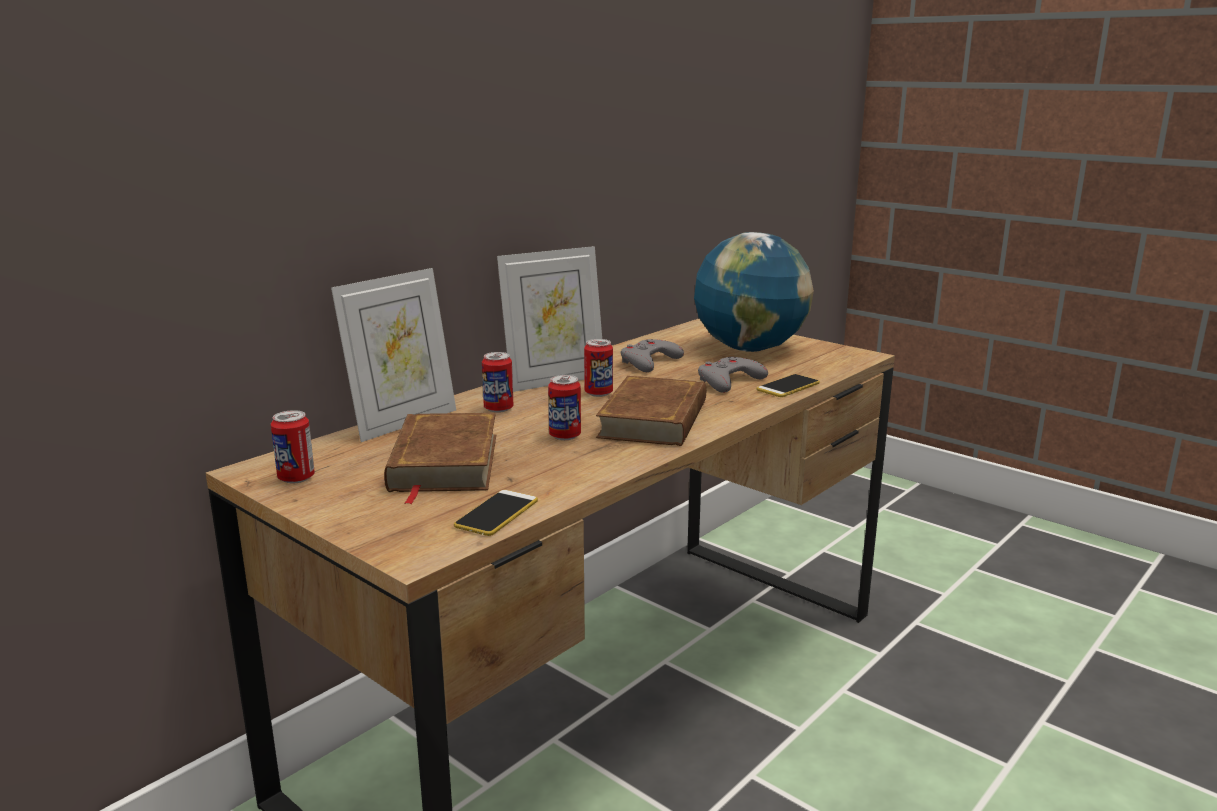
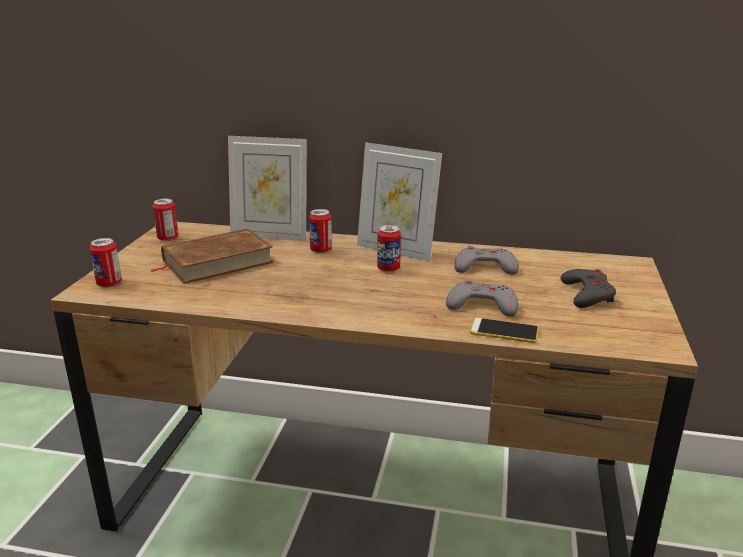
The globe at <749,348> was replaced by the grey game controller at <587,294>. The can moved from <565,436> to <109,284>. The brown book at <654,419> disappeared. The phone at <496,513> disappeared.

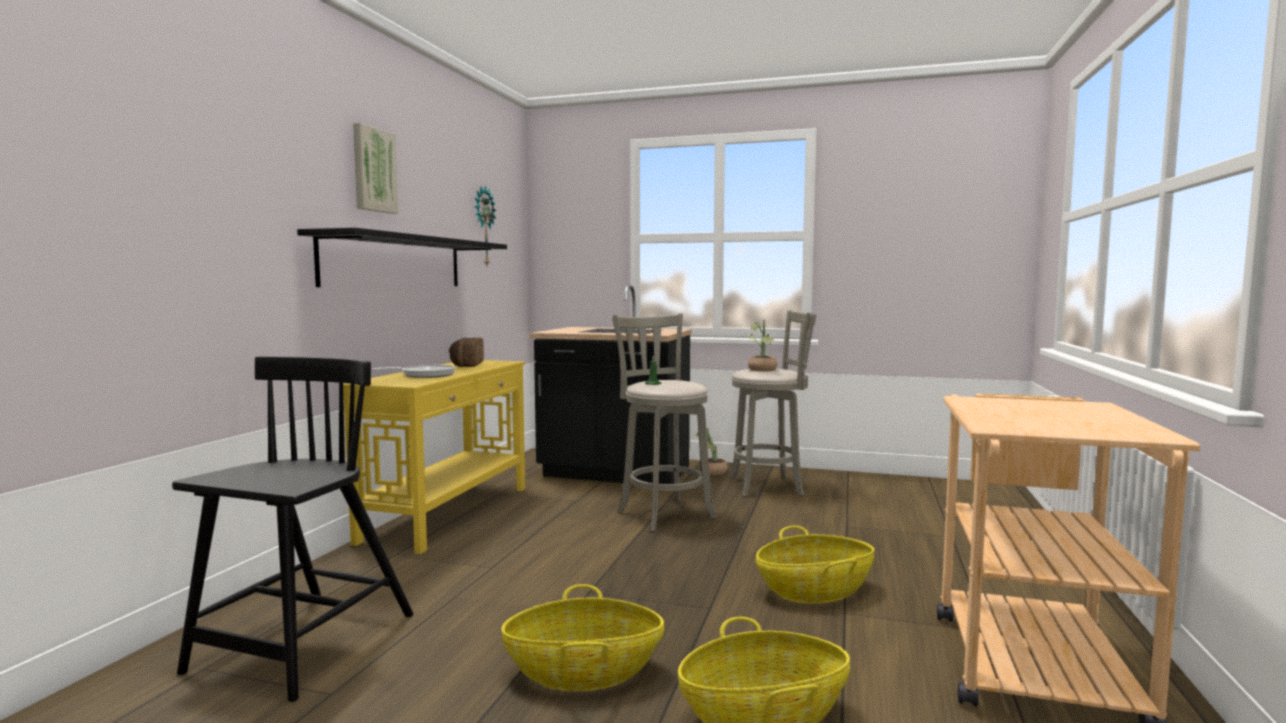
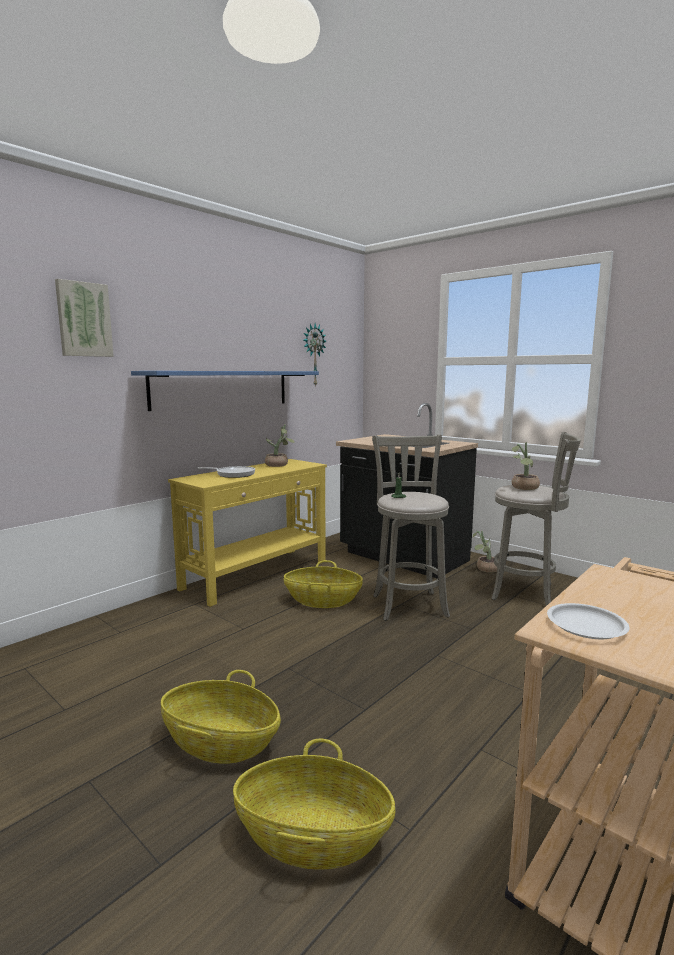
The picture moved from <373,170> to <84,319>. The black shelf at <395,262> became the blue shelf at <222,389>. The bread at <465,365> was replaced by the potted plant at <279,465>. The black chair at <302,645> disappeared. The basket moved from <814,590> to <322,600>. The white plate at <587,626> appeared.

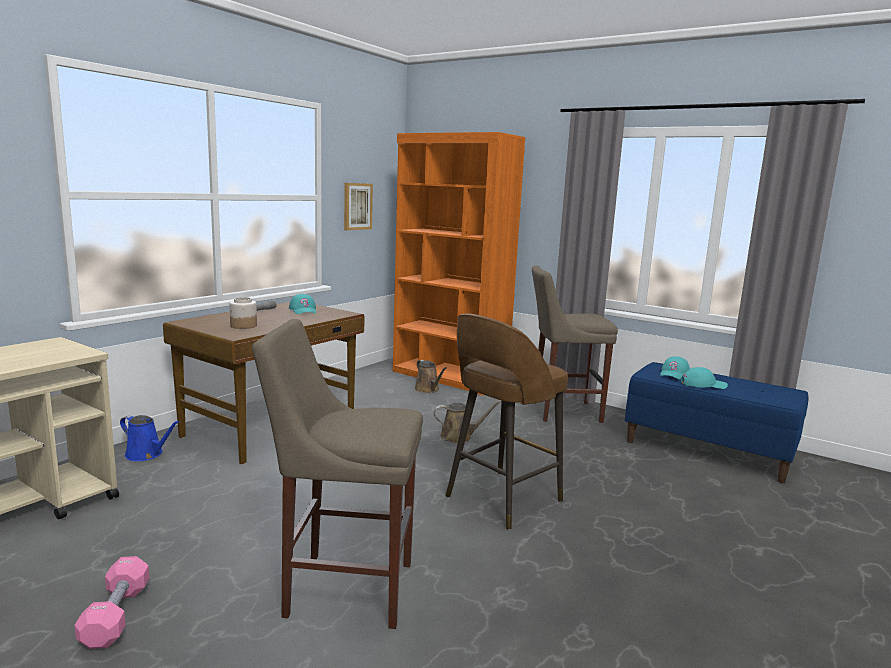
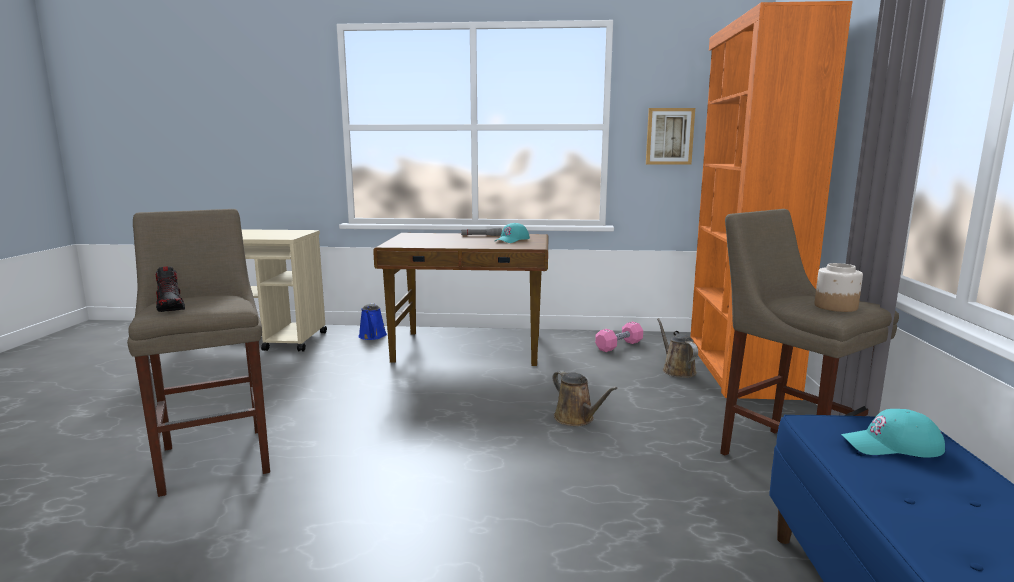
The jar moved from <243,326> to <835,307>. The brown stool at <501,499> disappeared. The brown watering can at <428,389> turned 135 degrees clockwise. The turquoise cap at <703,384> disappeared. The pink dumbbell moved from <116,616> to <619,346>. The shoe at <171,307> appeared.

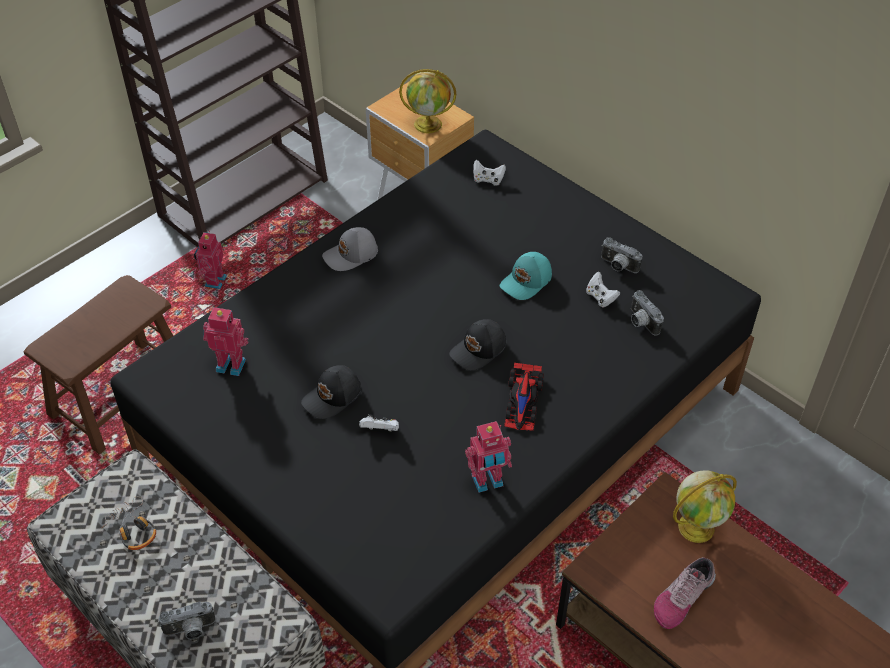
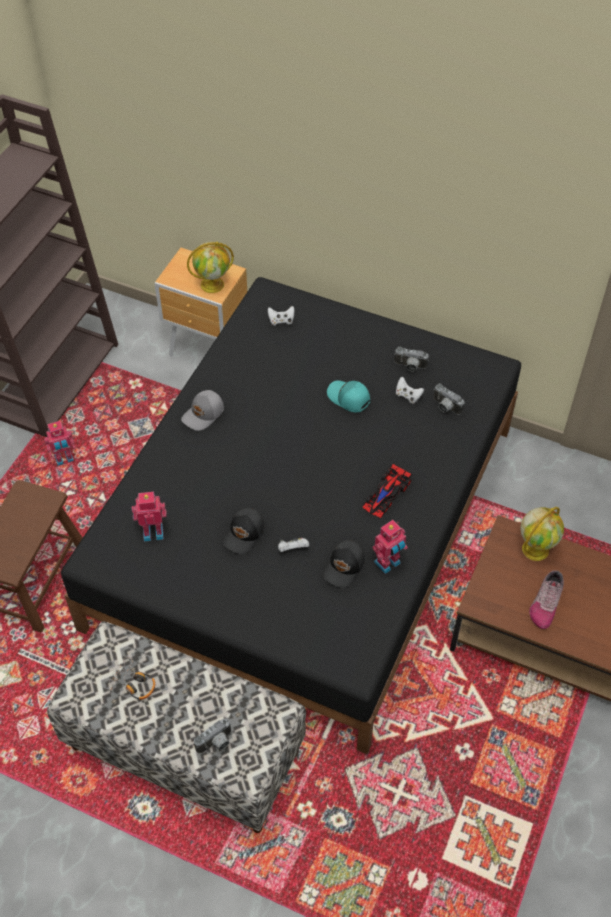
The toy robot at <214,281> turned 105 degrees counterclockwise. The turquoise cap at <527,282> turned 105 degrees clockwise. The black cap moved from <479,350> to <345,567>. The toy car at <523,400> turned 45 degrees clockwise.

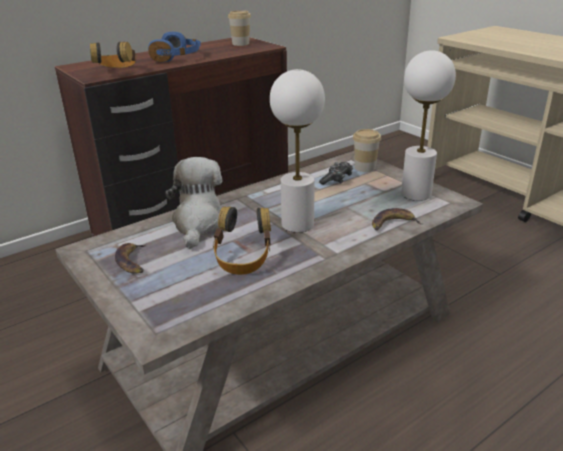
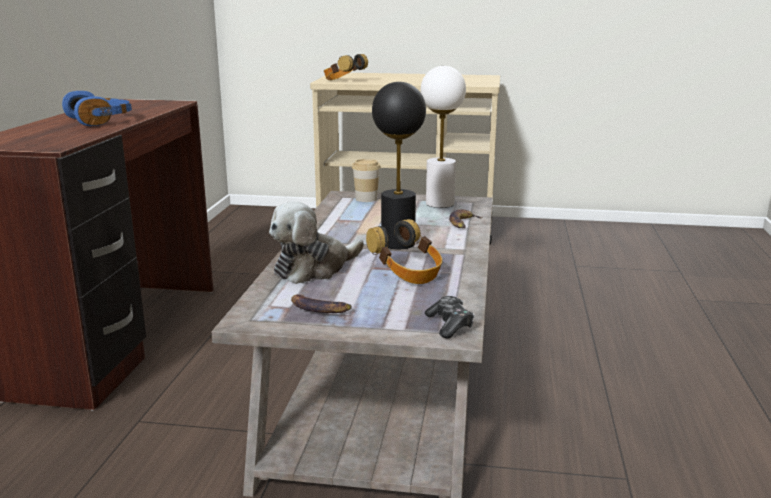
The cup at <240,43> disappeared. The headphones moved from <117,73> to <343,81>. The white table lamp at <297,224> became the black table lamp at <397,243>. The plush toy at <199,223> turned 90 degrees counterclockwise. The game controller moved from <337,179> to <449,325>.

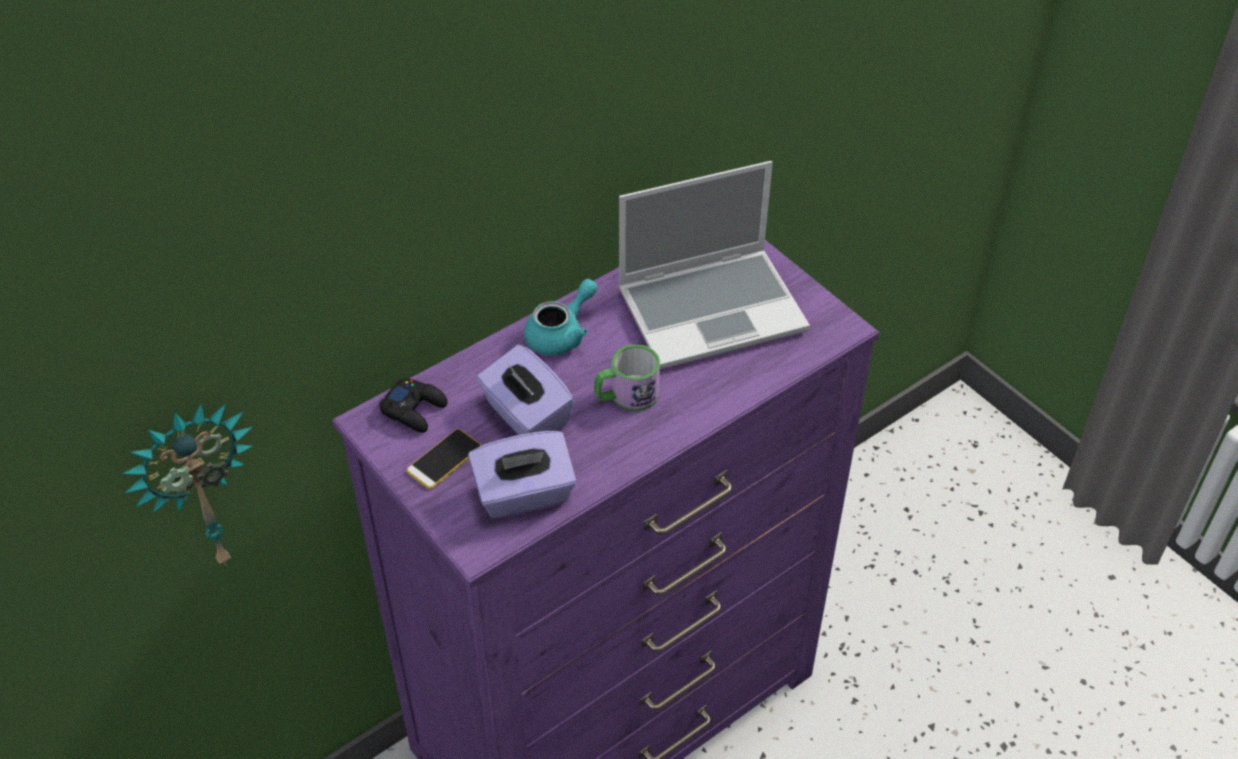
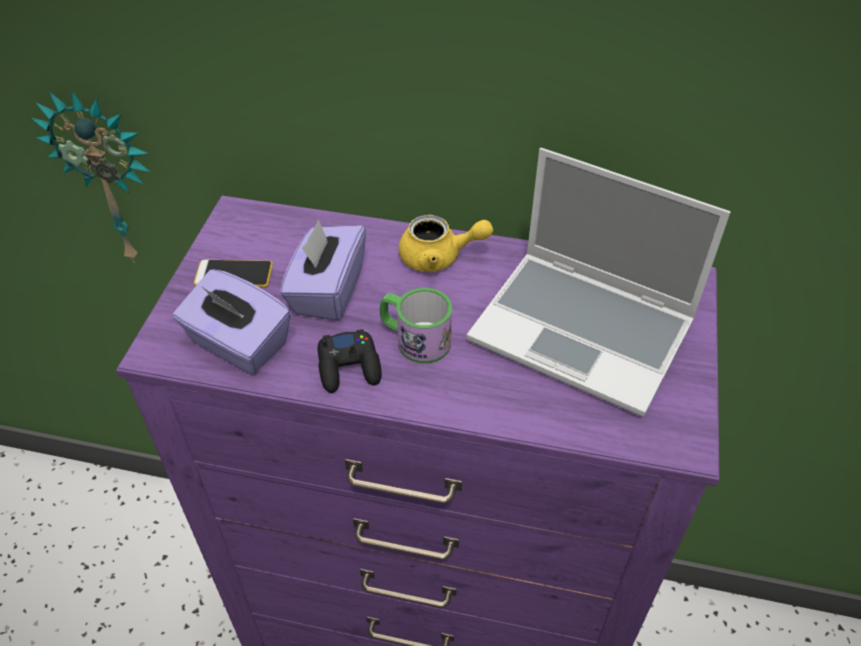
The turquoise teapot at <561,334> became the yellow teapot at <439,257>. The black game controller moved from <414,409> to <349,367>.

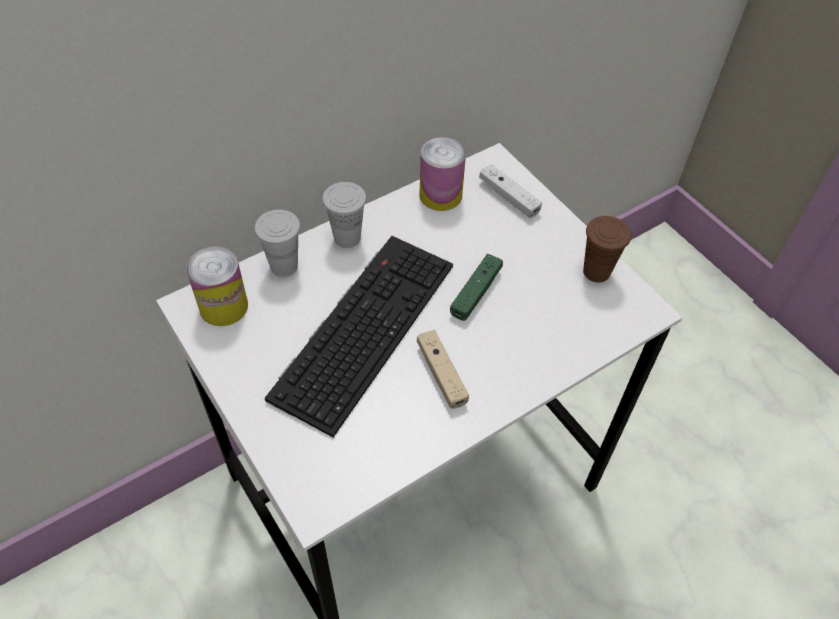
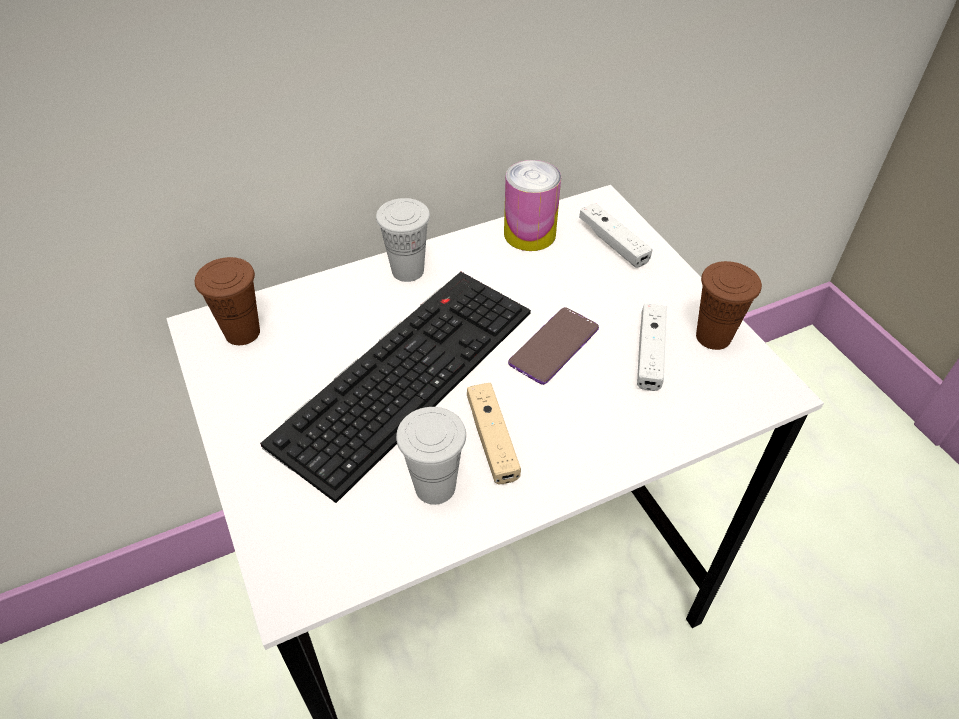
The white cup moved from <284,266> to <435,487>. The can at <223,306> was replaced by the brown cup at <242,332>. The green game controller at <476,292> was replaced by the phone at <554,346>. The white game controller at <650,354> appeared.

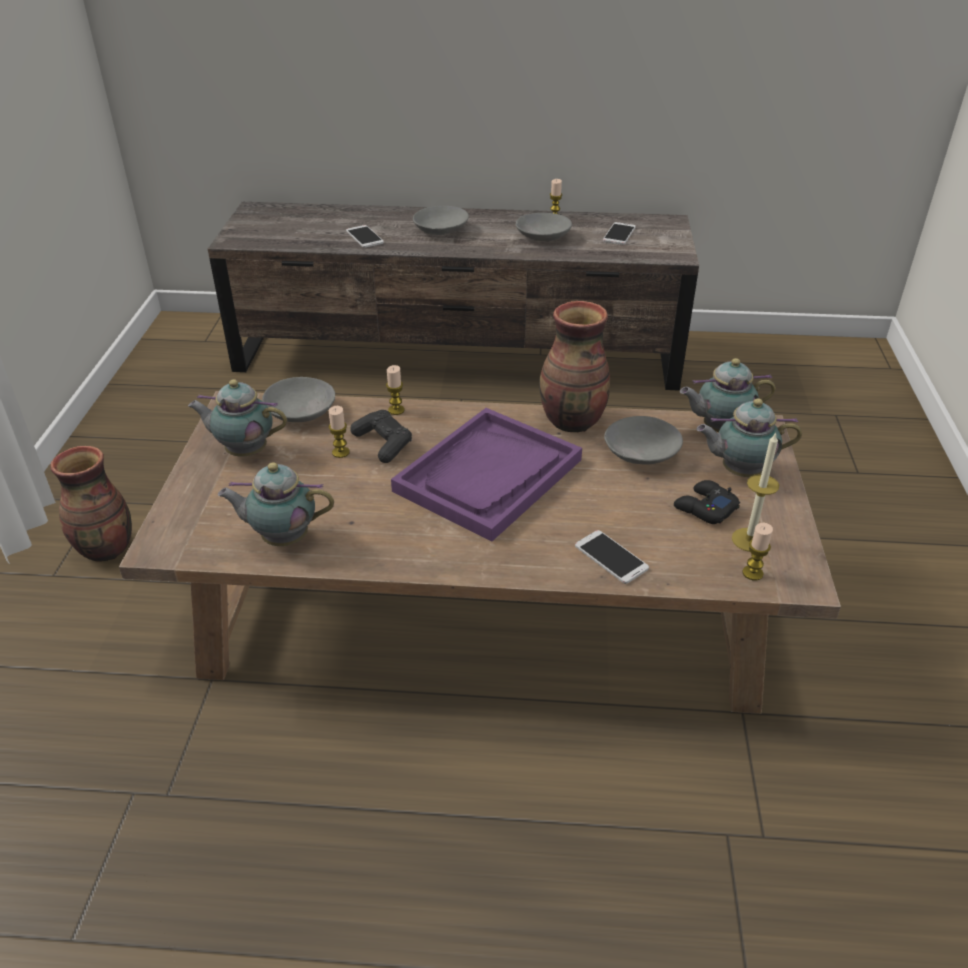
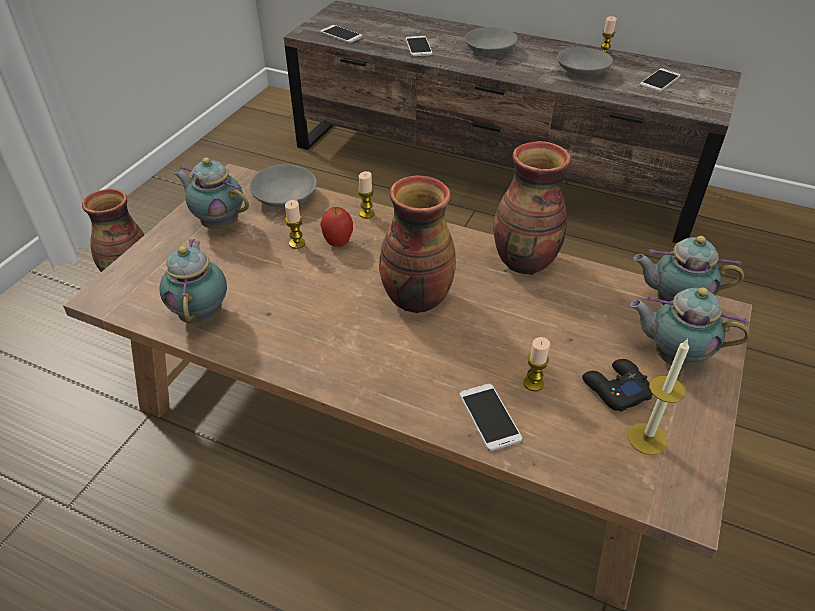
The purple tray at <488,476> was replaced by the vase at <415,298>. The black game controller at <383,443> was replaced by the apple at <338,243>. The grey bowl at <640,453> disappeared. The teapot at <282,538> turned 60 degrees clockwise. The candle moved from <752,573> to <533,383>. The phone at <341,34> appeared.

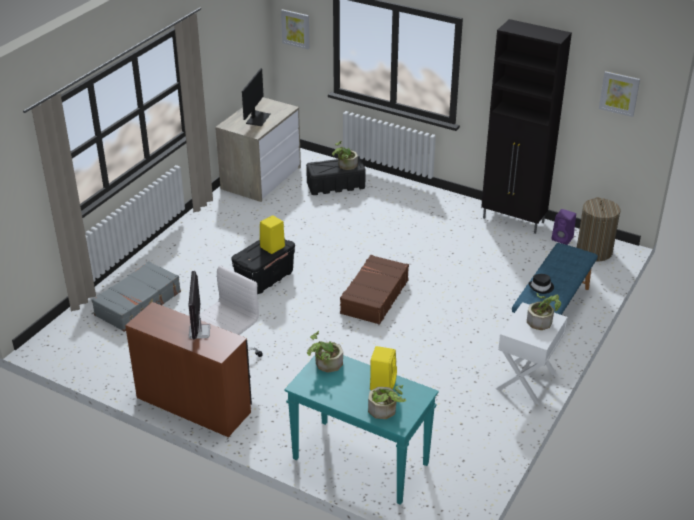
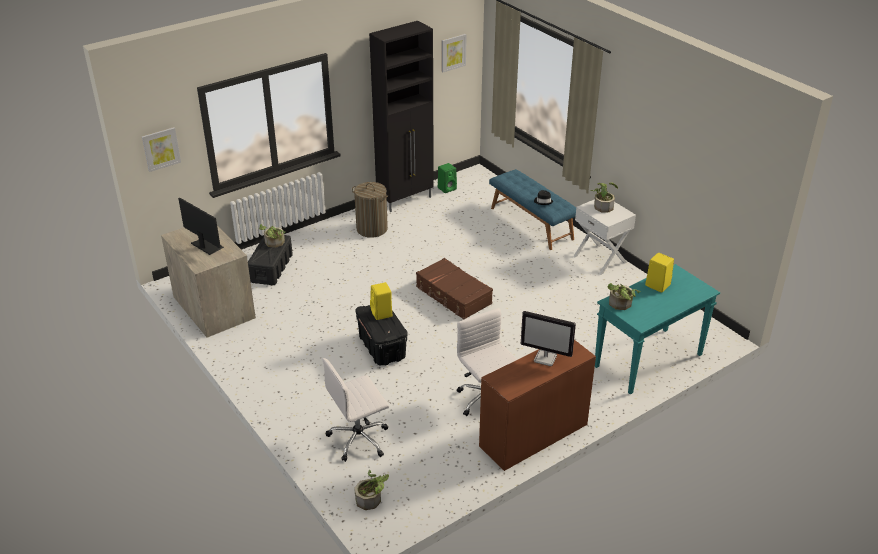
The laundry basket moved from <594,251> to <371,229>. The purple speaker at <563,239> became the green speaker at <447,188>. The grey suitcase at <139,304> was replaced by the white office chair at <359,439>. The potted plant moved from <385,411> to <372,499>.

